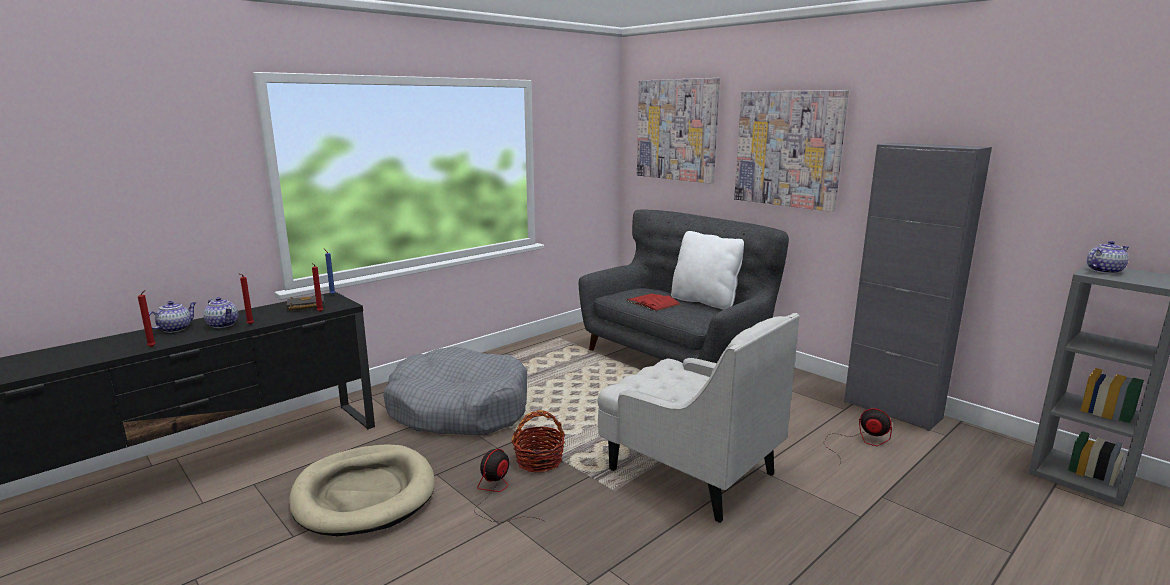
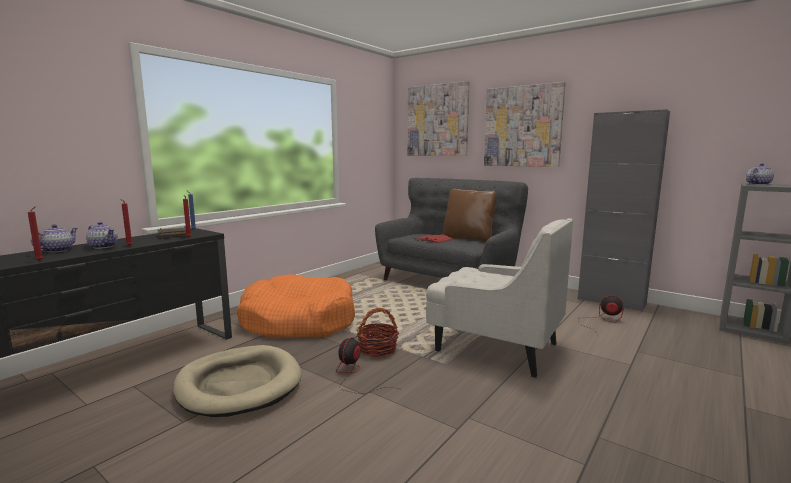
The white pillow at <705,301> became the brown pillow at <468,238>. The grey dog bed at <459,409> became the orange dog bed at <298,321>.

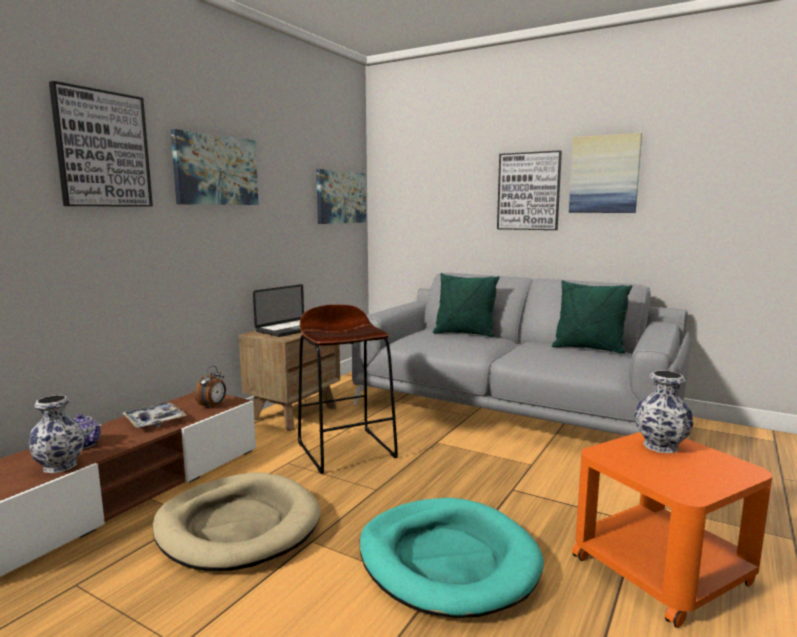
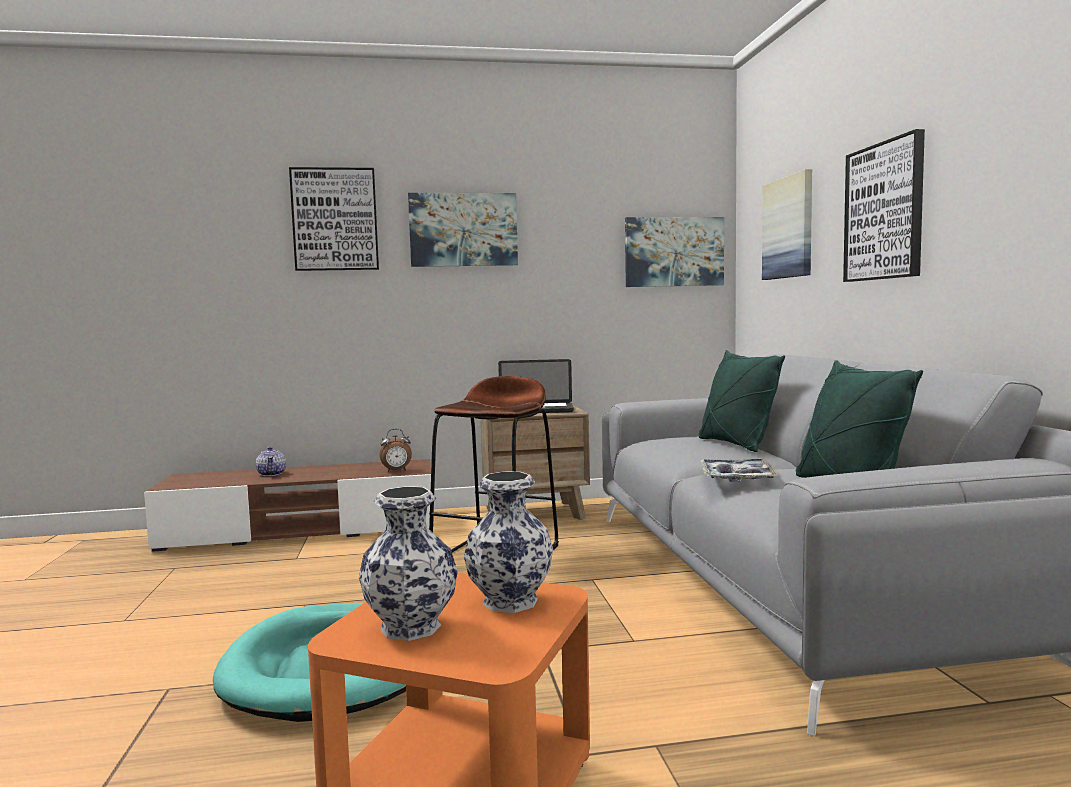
The picture moved from <604,174> to <788,228>. The vase moved from <61,466> to <411,628>. The tray moved from <155,421> to <737,477>. The beige dog bed at <238,526> disappeared.

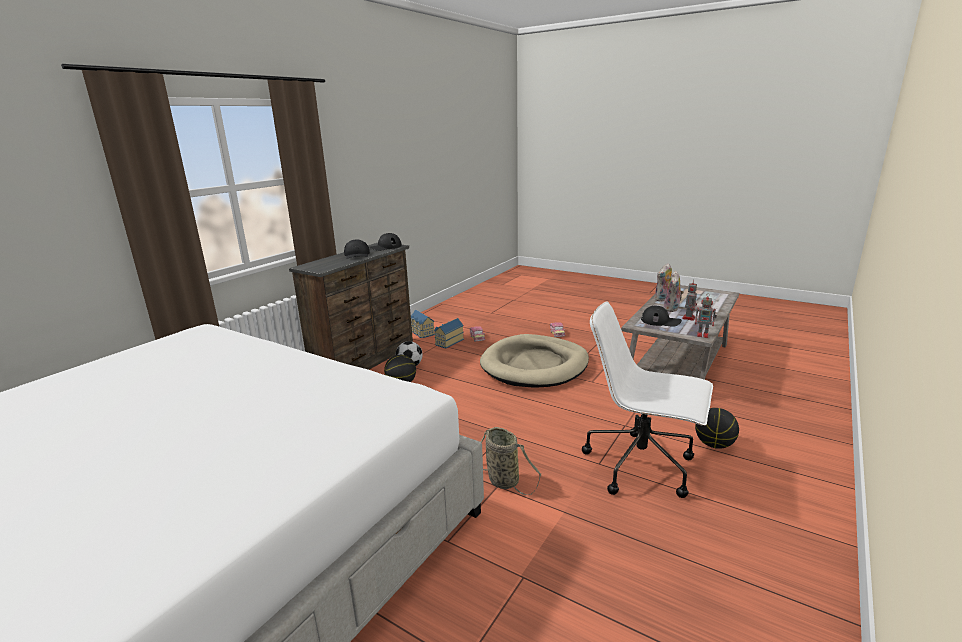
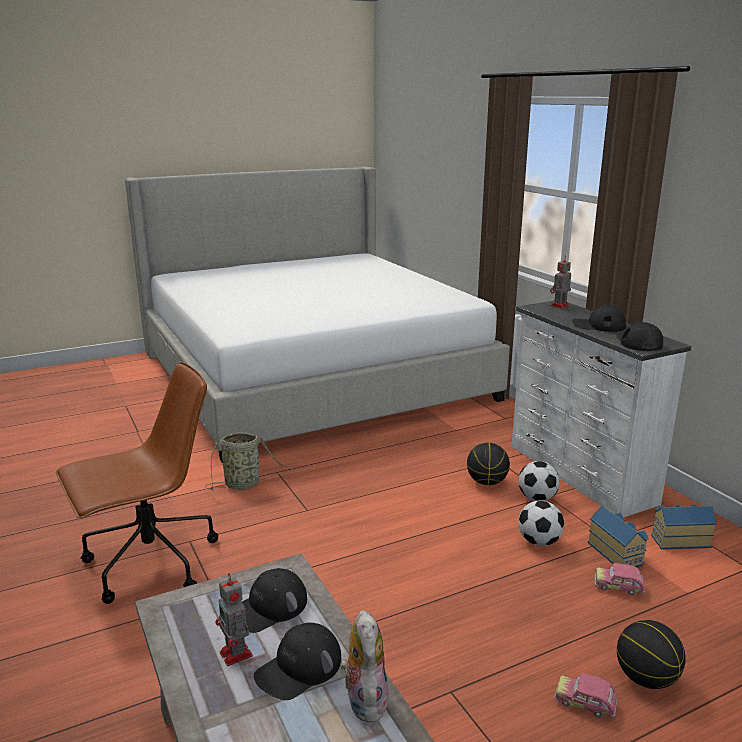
The brown dresser at <366,361> became the white dresser at <579,474>. The plush toy at <672,309> was replaced by the black cap at <299,668>. The toy robot moved from <703,335> to <559,306>. The white office chair at <641,466> became the brown office chair at <149,564>. The beige dog bed at <535,365> disappeared. The basketball moved from <714,444> to <646,679>. The football at <539,542> appeared.

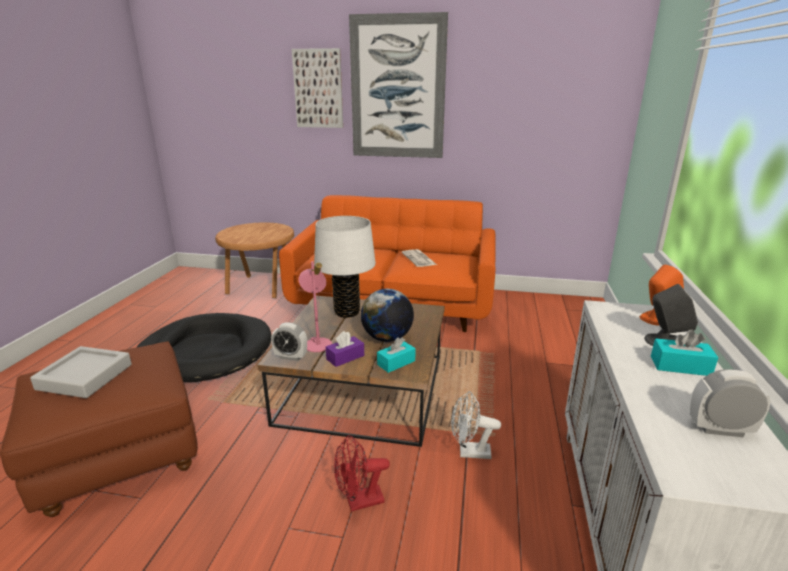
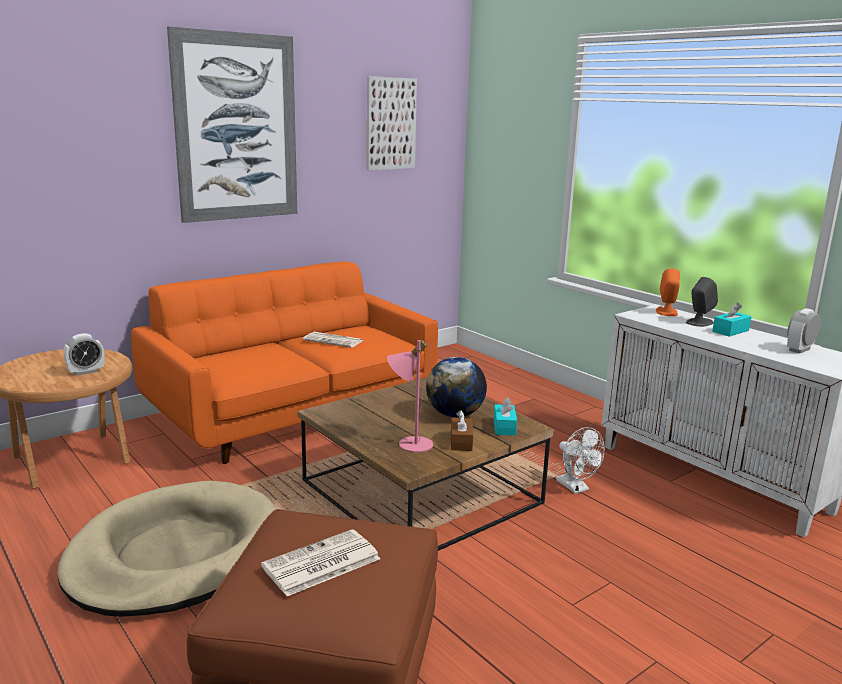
The picture moved from <318,89> to <390,124>. The white table lamp at <347,312> disappeared. The black dog bed at <205,352> became the beige dog bed at <175,554>. The alarm clock moved from <291,357> to <86,372>. The purple tissue box at <345,357> became the brown tissue box at <461,441>. The grey tray at <85,377> was replaced by the newspaper at <320,564>. The white fan at <469,452> turned 75 degrees counterclockwise. The red fan at <359,502> disappeared.

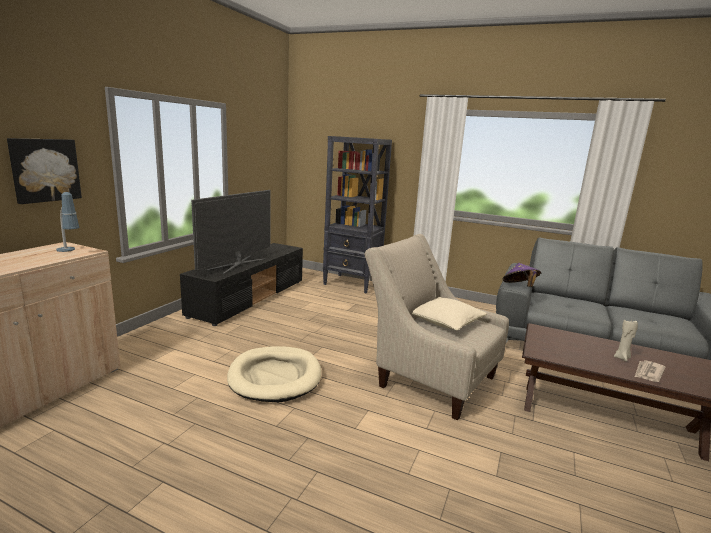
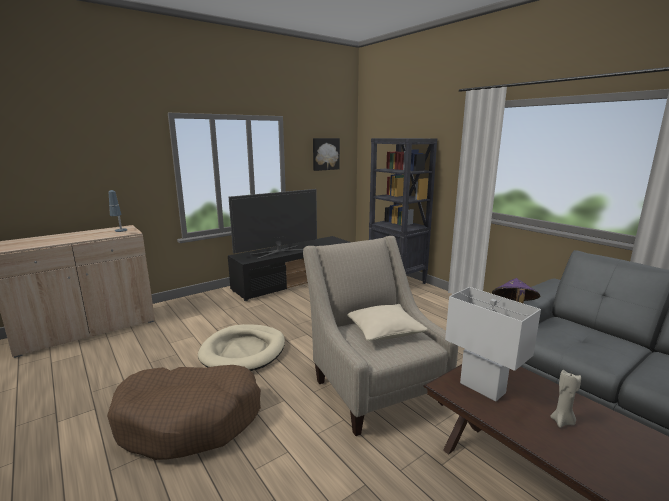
The picture moved from <44,170> to <325,154>. The newspaper at <648,373> disappeared. The white table lamp at <482,388> appeared. The brown dog bed at <190,419> appeared.

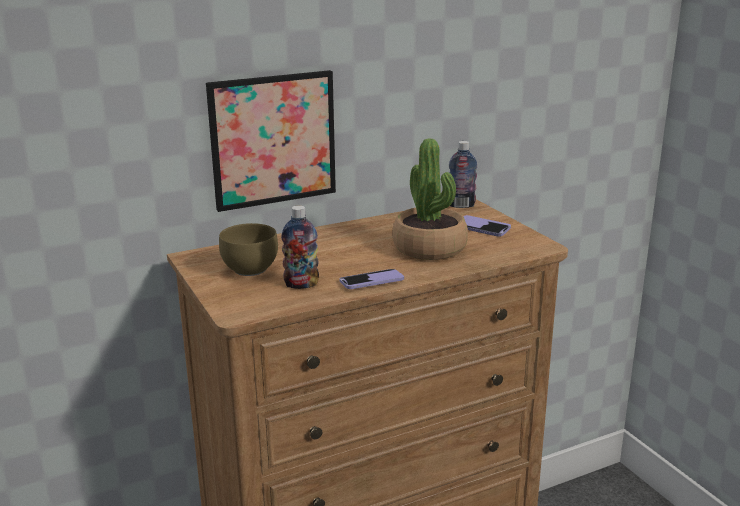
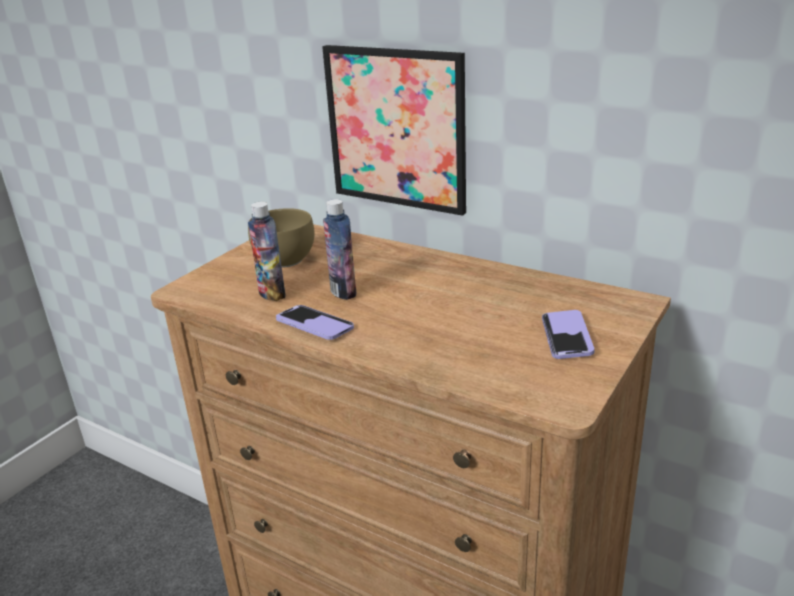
The potted plant at <430,248> disappeared. The bottle moved from <461,205> to <343,292>.

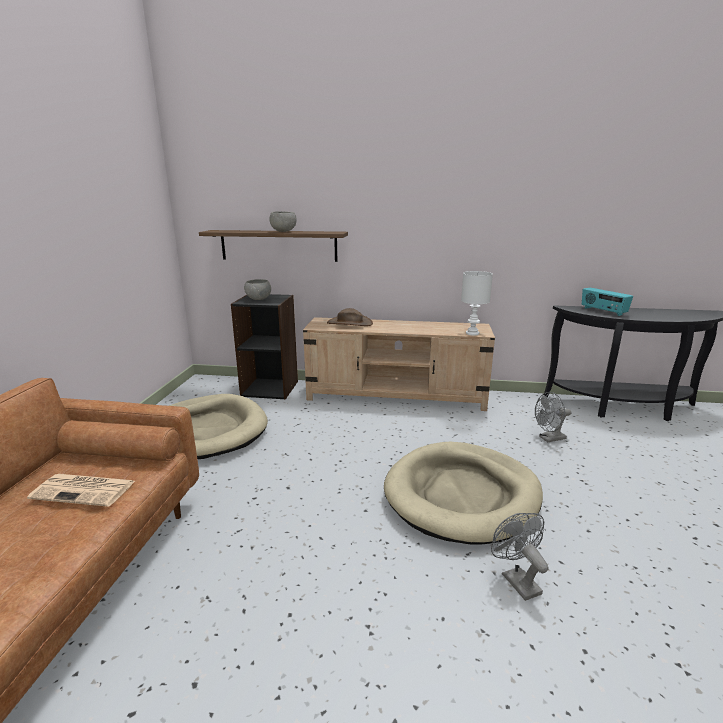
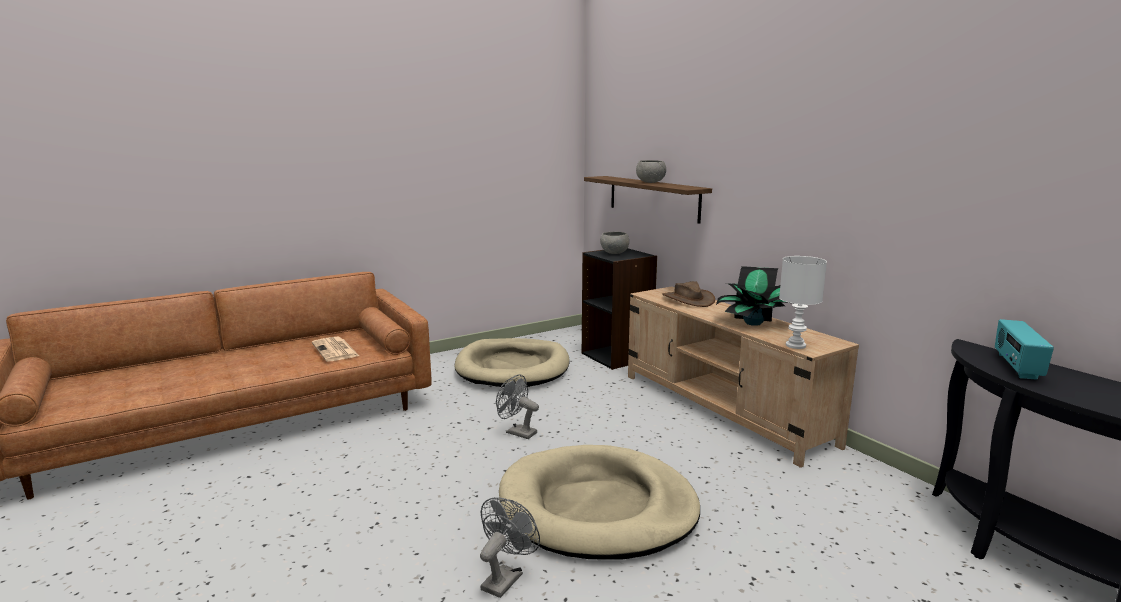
The grey fan moved from <549,438> to <517,432>. The potted plant at <754,323> appeared.

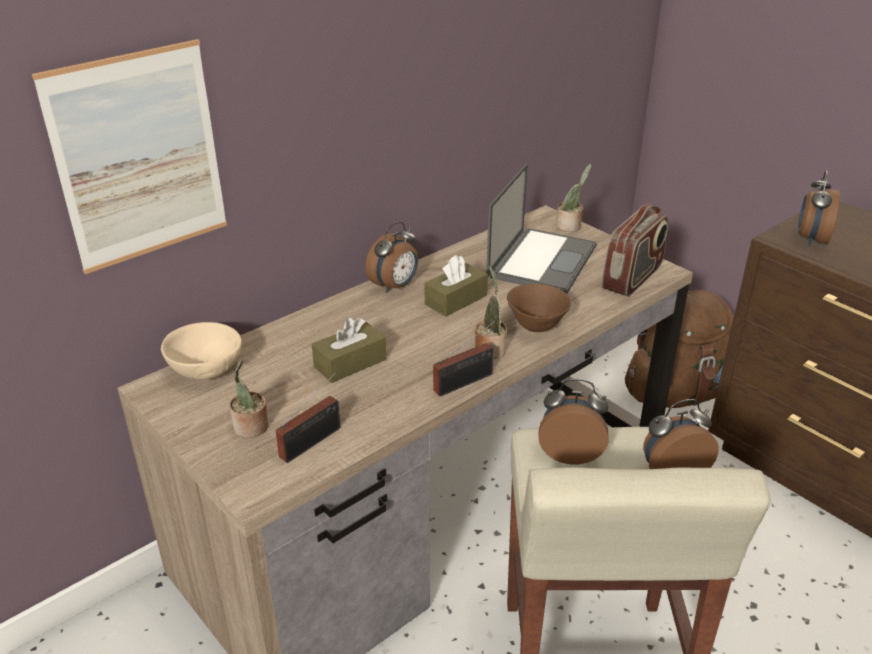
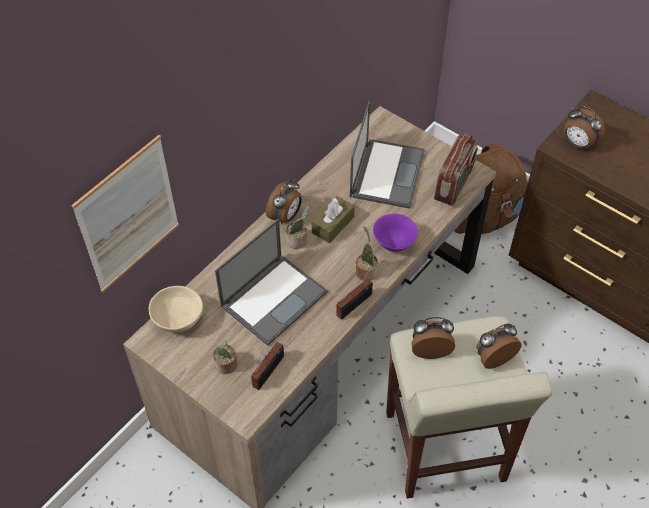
The potted plant moved from <570,226> to <298,241>. The alarm clock at <811,239> turned 60 degrees counterclockwise. The brown bowl at <537,326> became the purple bowl at <394,244>. The brown tissue box at <350,363> was replaced by the laptop at <274,298>.

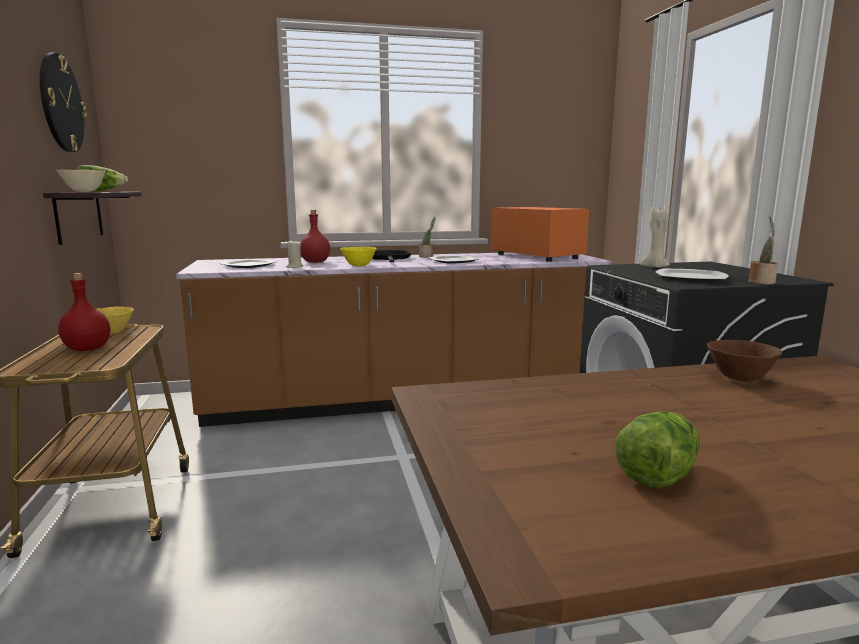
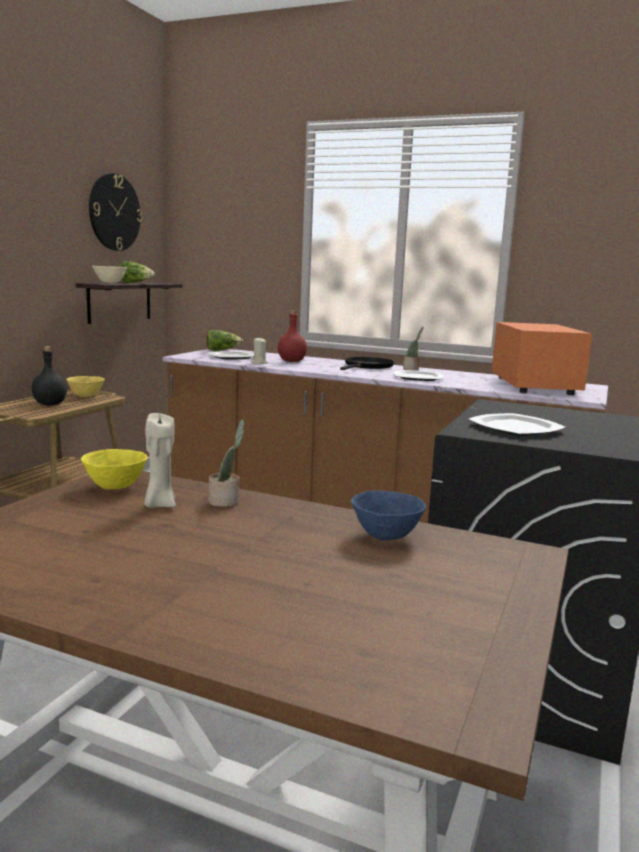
The beige candle moved from <655,267> to <159,505>. The potted plant moved from <761,282> to <226,502>. The yellow bowl moved from <358,266> to <115,487>. The red bottle at <88,349> became the black bottle at <50,404>. The brown bowl at <739,378> became the blue bowl at <386,536>. The lettuce moved from <656,471> to <222,350>.

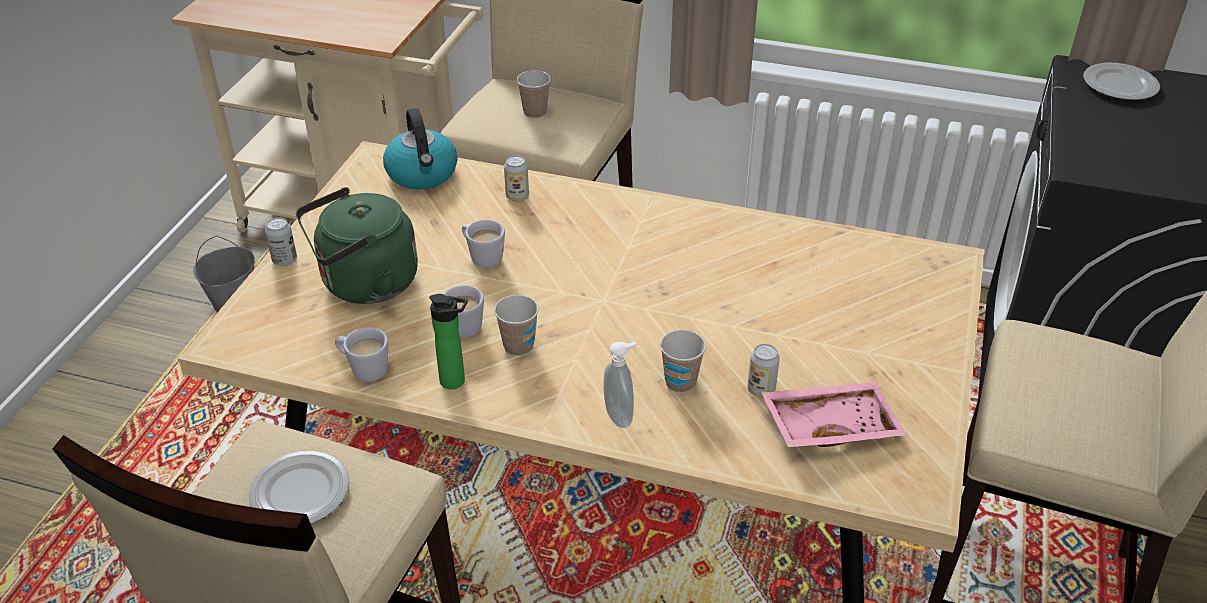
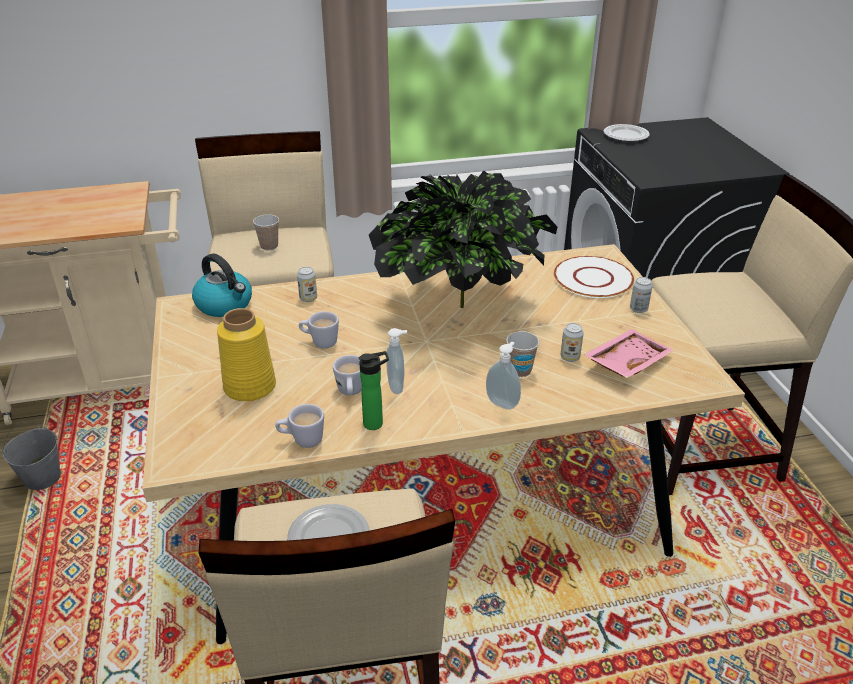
The green kettle at <364,284> was replaced by the yellow vase at <249,387>. The can moved from <284,260> to <638,309>. The cup at <518,346> was replaced by the soap dispenser at <397,387>. The potted plant at <459,309> appeared. The white plate at <592,278> appeared.

